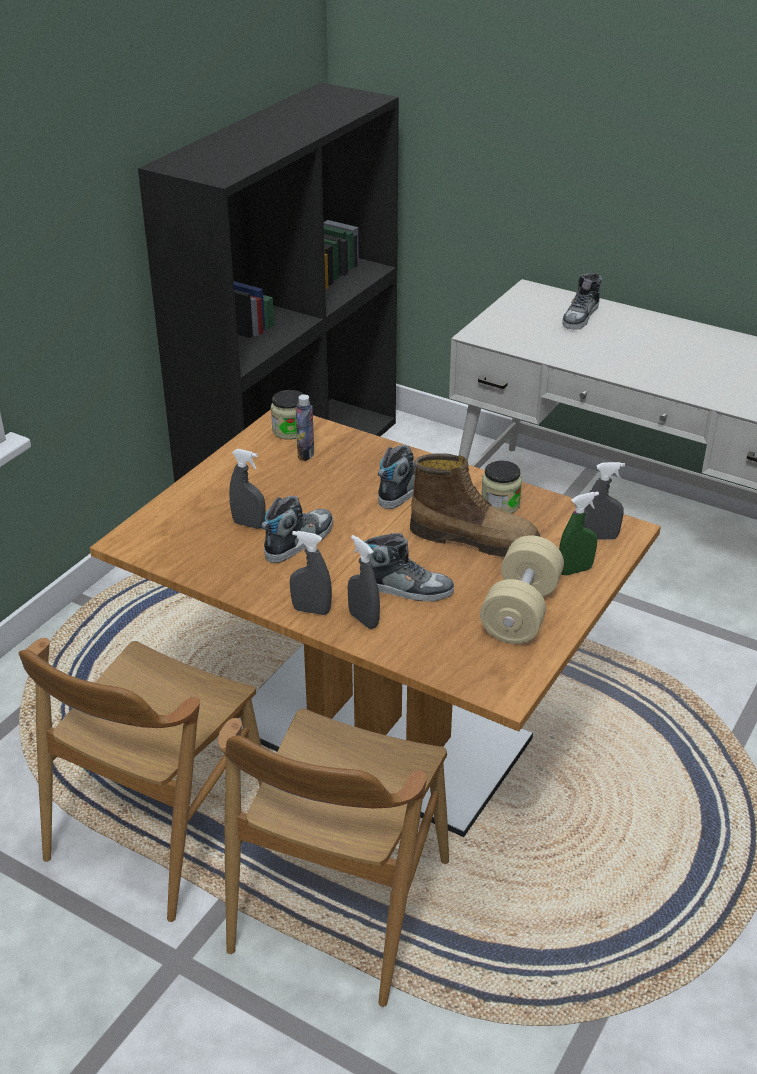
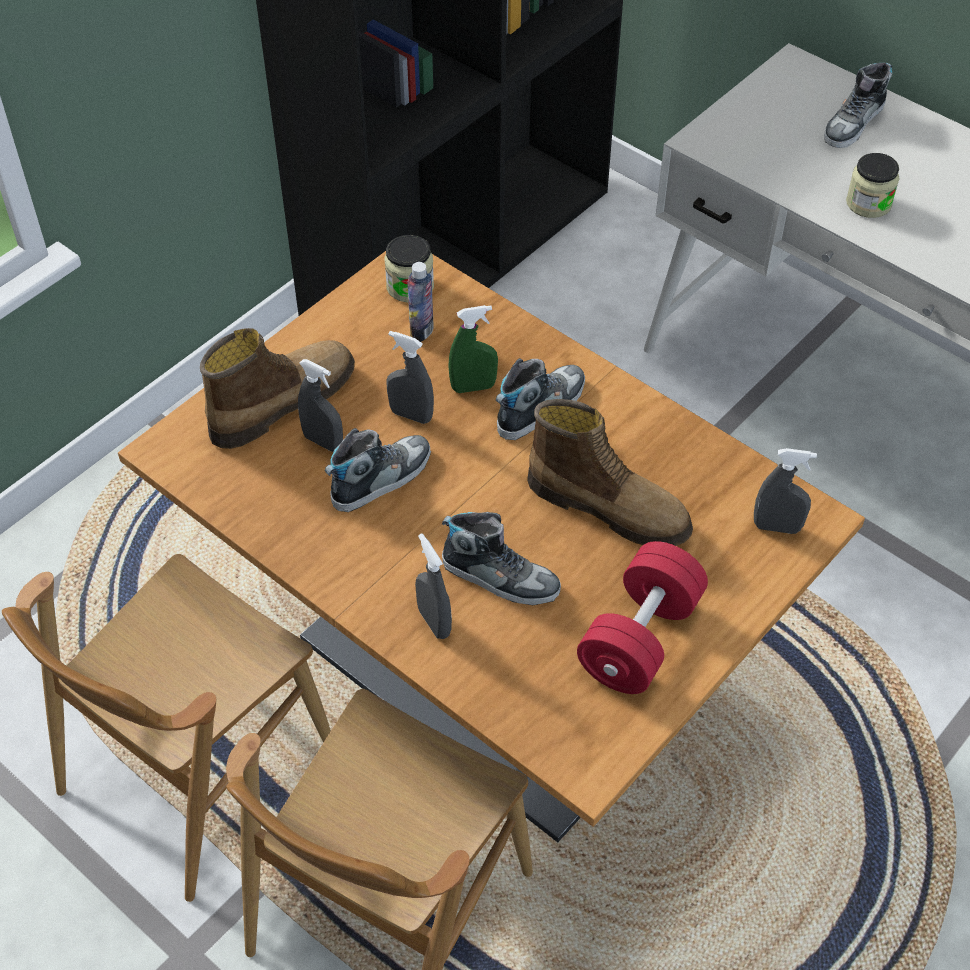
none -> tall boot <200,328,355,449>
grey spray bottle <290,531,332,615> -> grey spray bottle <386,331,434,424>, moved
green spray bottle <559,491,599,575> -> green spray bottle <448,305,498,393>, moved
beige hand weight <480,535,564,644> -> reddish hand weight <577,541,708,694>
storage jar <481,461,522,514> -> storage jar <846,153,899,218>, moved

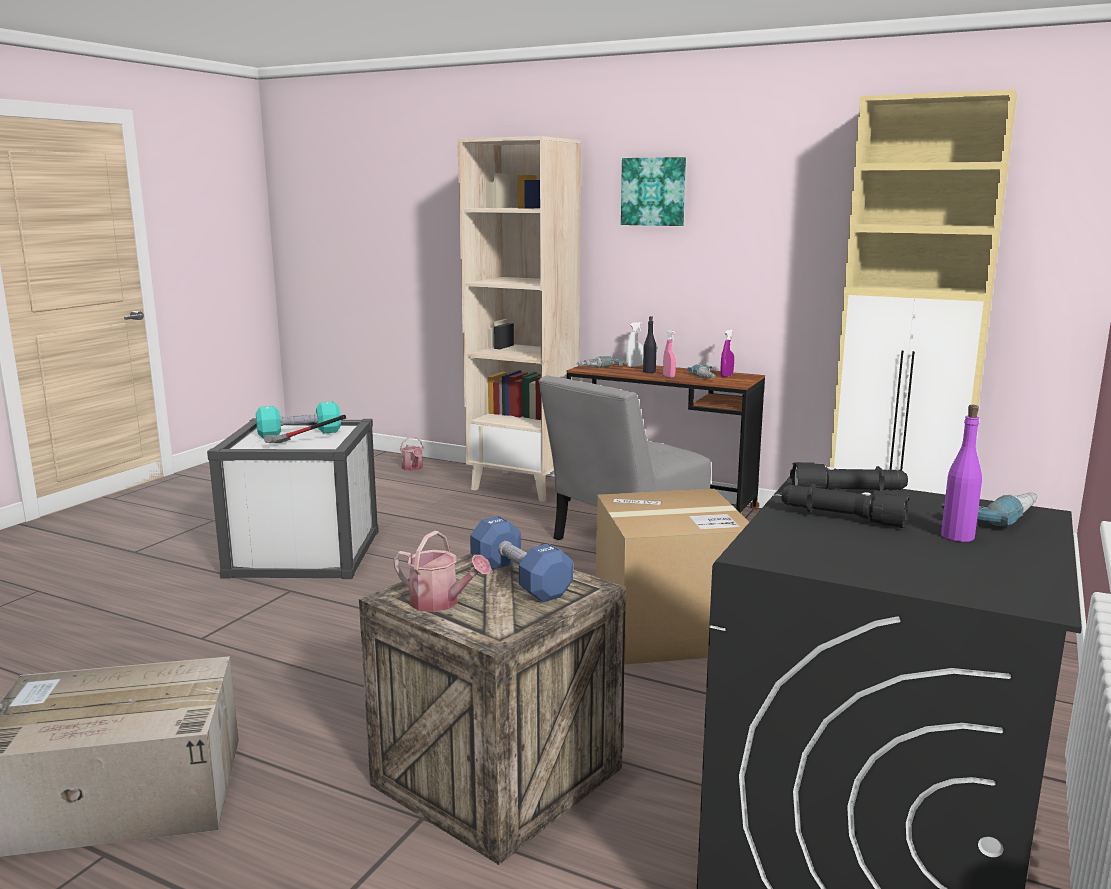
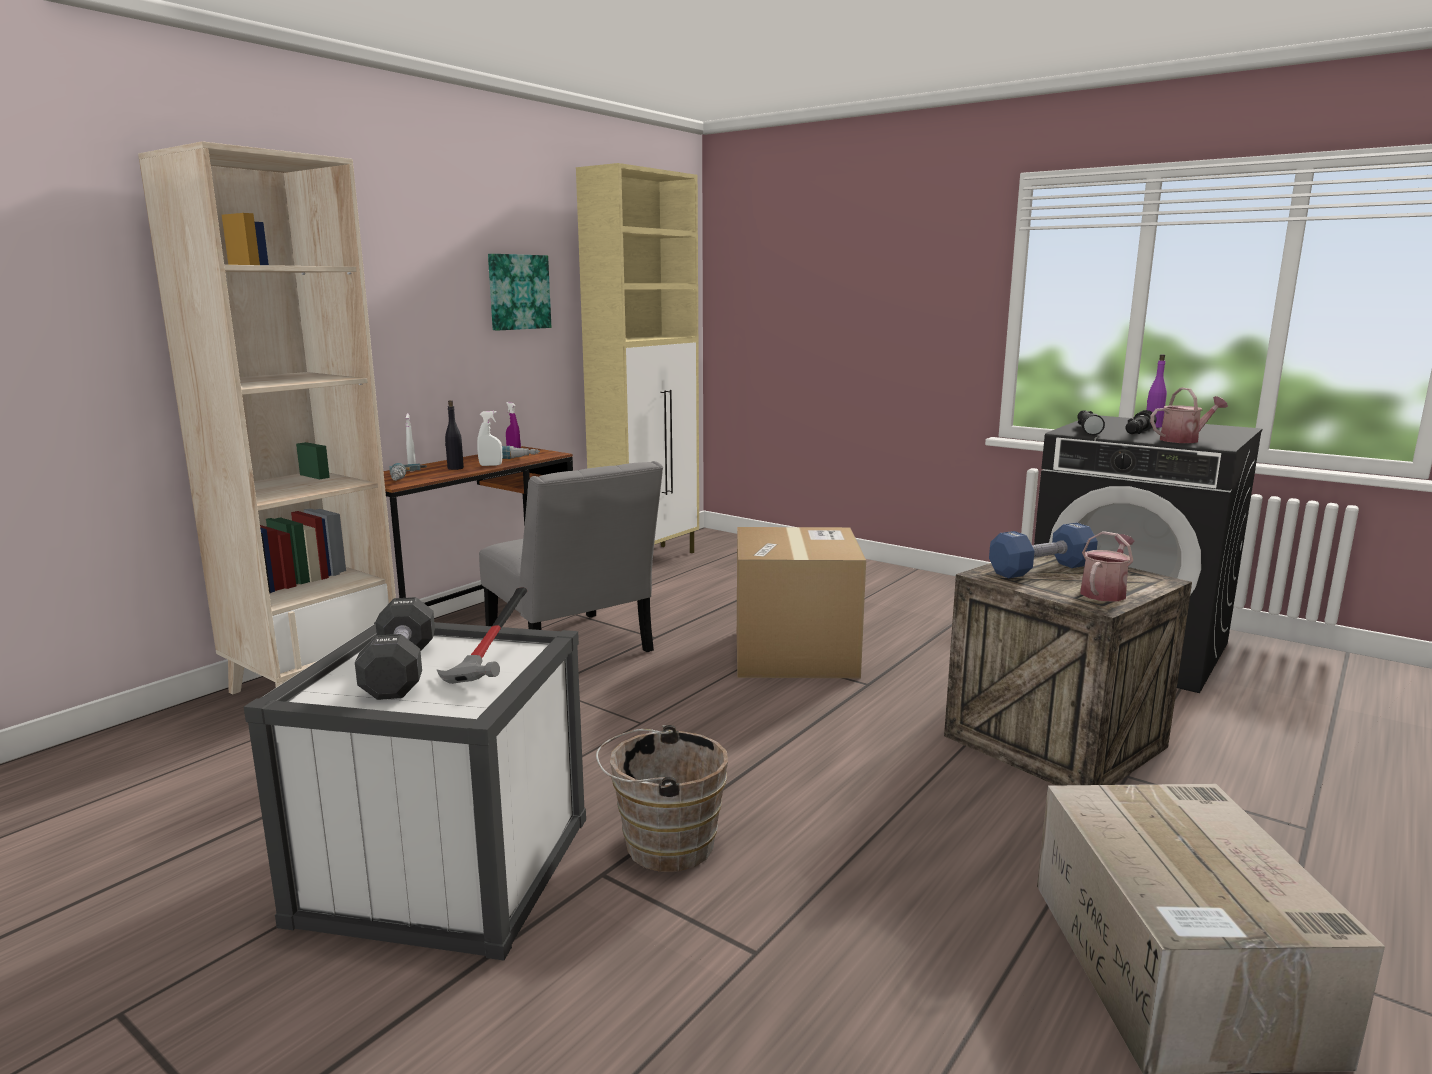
blue-green hand weight <256,401,341,439> -> black-coloured hand weight <355,597,435,700>
pink spray bottle <663,330,676,378> -> white spray bottle <477,411,502,466>
picture <621,157,686,226> -> picture <488,254,551,330>, moved
none -> brown-coloured bucket <596,725,728,872>
watering pot <400,437,424,471> -> watering pot <1150,387,1228,443>, moved
electric drill <941,492,1038,526> -> none

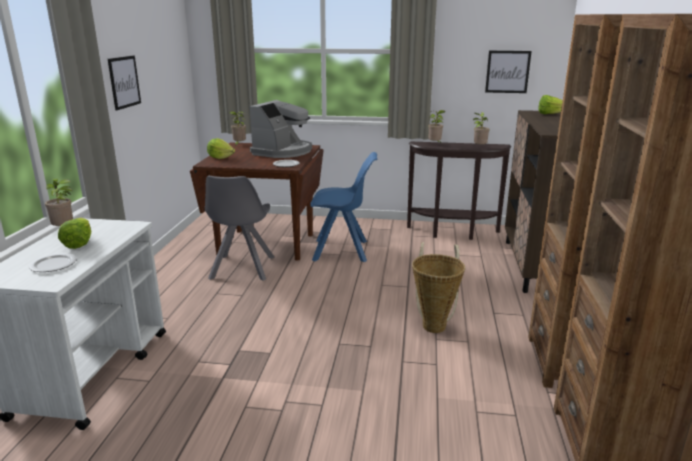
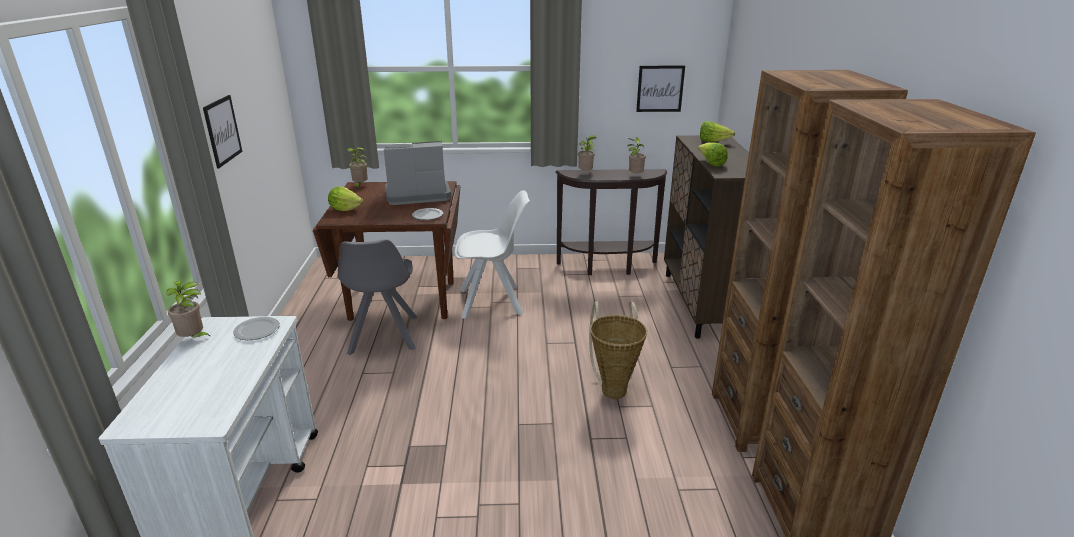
plate <29,253,77,272> -> plate <233,317,280,340>, moved
coffee brewer <249,100,312,158> -> coffee brewer <384,141,451,205>, 120 degrees counterclockwise
blue plain chair <310,152,377,262> -> white plain chair <454,190,530,319>
lettuce <58,218,91,249> -> lettuce <698,142,728,167>, moved

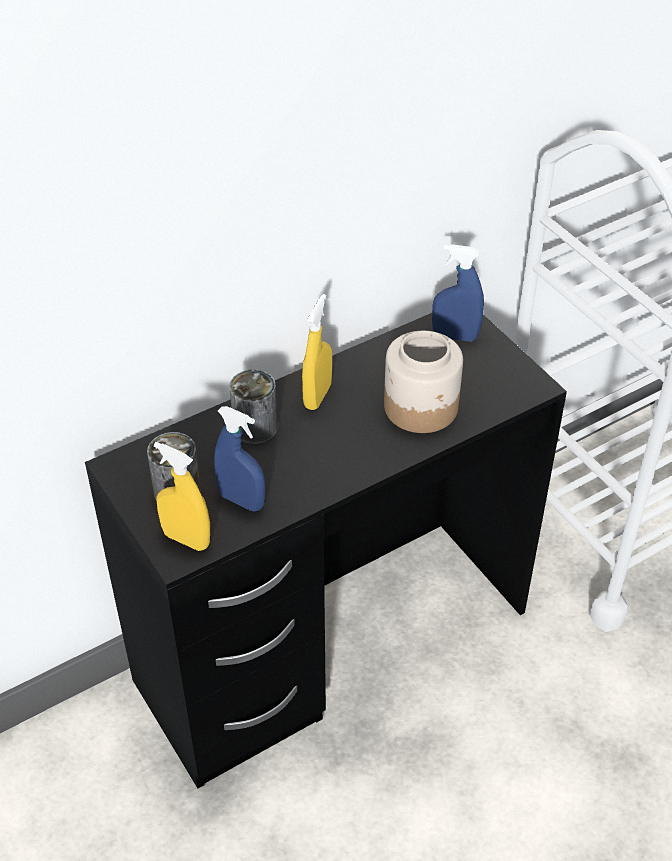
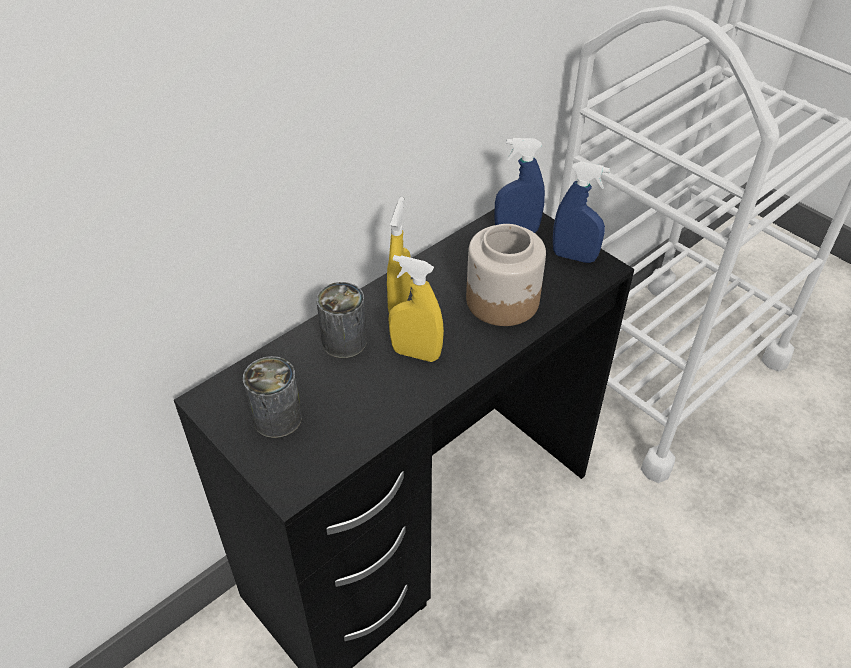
yellowish spray bottle <154,442,210,551> -> yellowish spray bottle <388,255,444,362>, moved
blue spray bottle <214,406,266,511> -> blue spray bottle <553,161,610,263>, moved

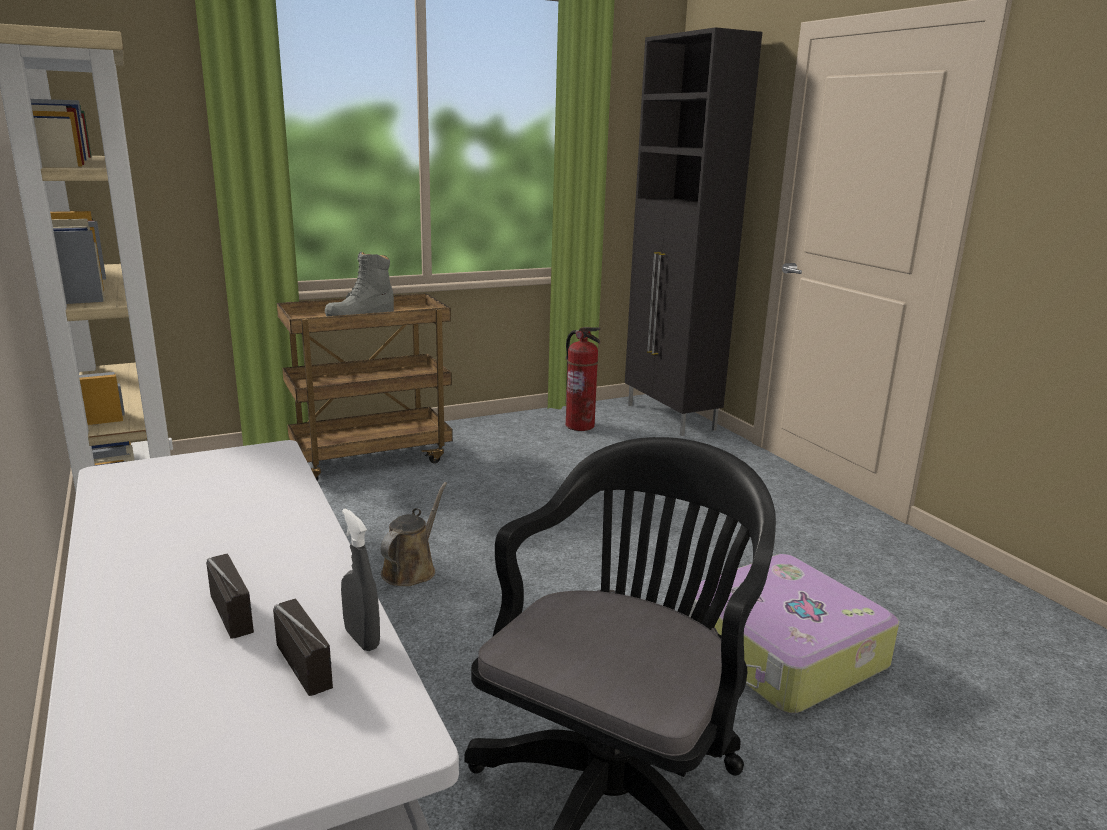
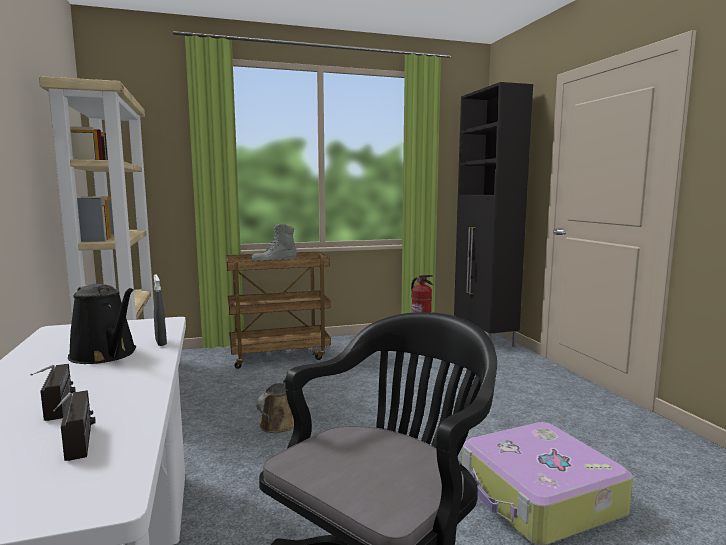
none -> black-coloured watering pot <68,284,136,364>
grey spray bottle <341,508,380,651> -> grey spray bottle <154,274,167,346>, moved

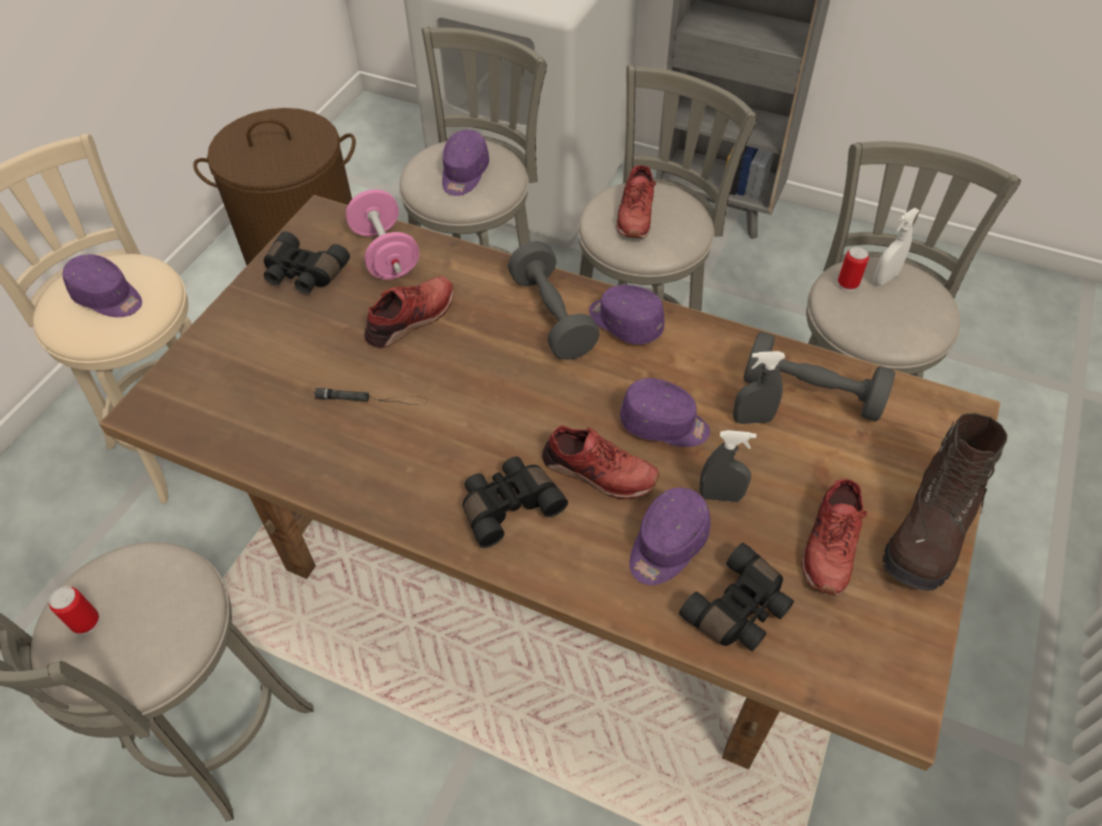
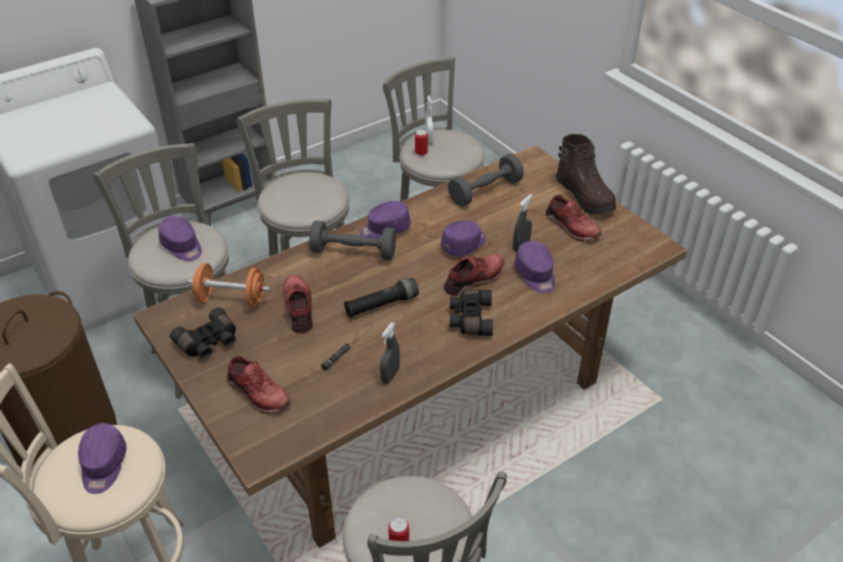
purple peaked cap <63,254,142,317> -> purple peaked cap <78,423,127,494>, 120 degrees clockwise
pink hand weight <345,189,420,280> -> orangey hand weight <188,263,270,307>
reddish item of footwear <616,165,656,238> -> reddish item of footwear <227,356,290,414>, moved
none -> black-coloured hand torch <344,278,419,318>
grey spray bottle <733,351,785,424> -> grey spray bottle <380,323,400,384>, moved
black-coloured pair of binoculars <679,542,794,651> -> none

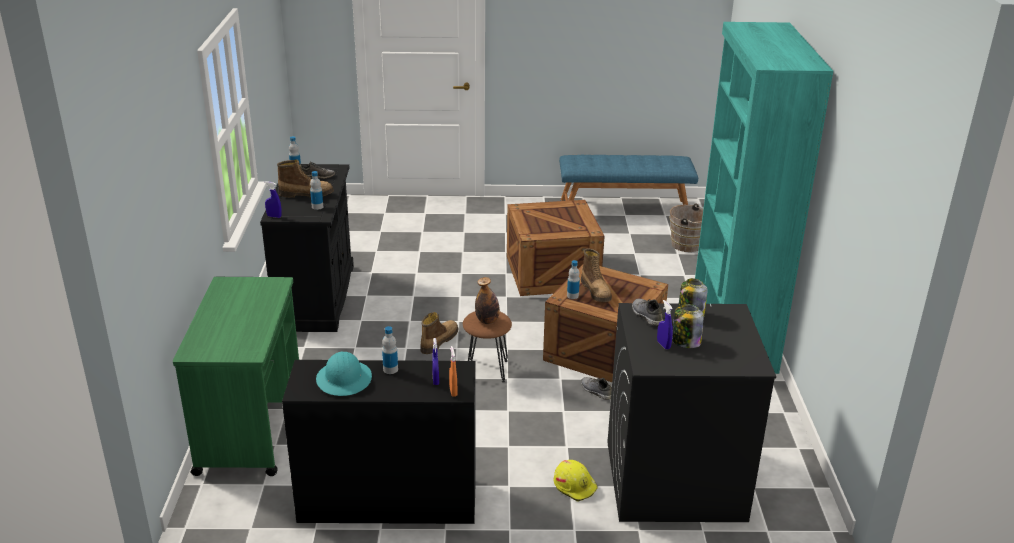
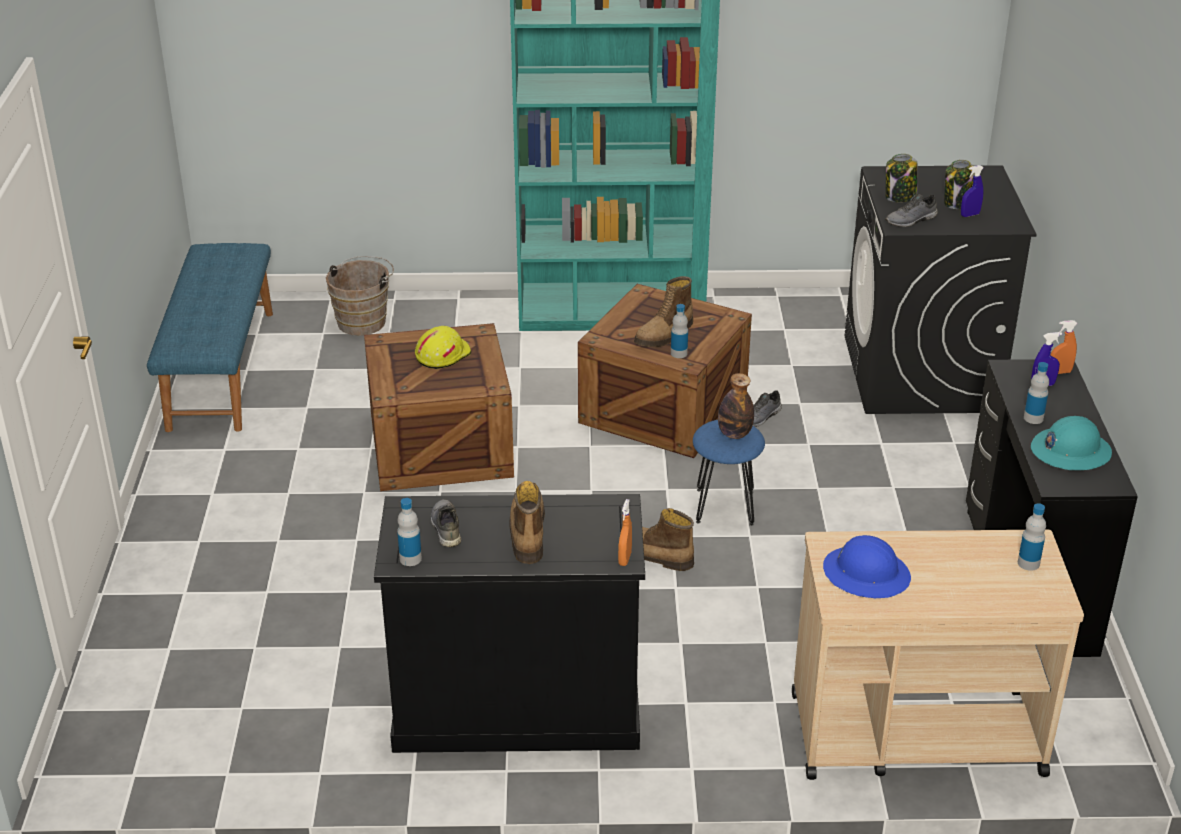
yellowish hard hat <553,460,598,501> -> yellowish hard hat <415,326,471,369>, moved
blue spray bottle <264,181,282,218> -> orangey spray bottle <618,499,632,566>
tall boot <581,248,612,302> -> tall boot <634,276,693,347>, 150 degrees clockwise
brown-coloured sitting stool <463,311,512,383> -> blue sitting stool <693,420,765,526>
green trolley <173,277,299,476> -> beige trolley <792,530,1084,780>
none -> blue hard hat <823,535,911,598>
beverage bottle <310,171,323,210> -> beverage bottle <1018,503,1046,571>, moved

